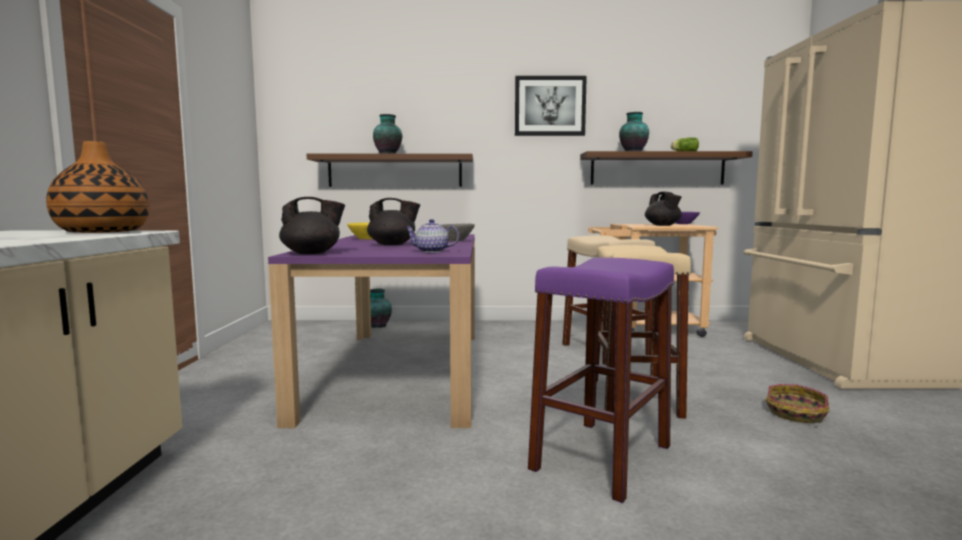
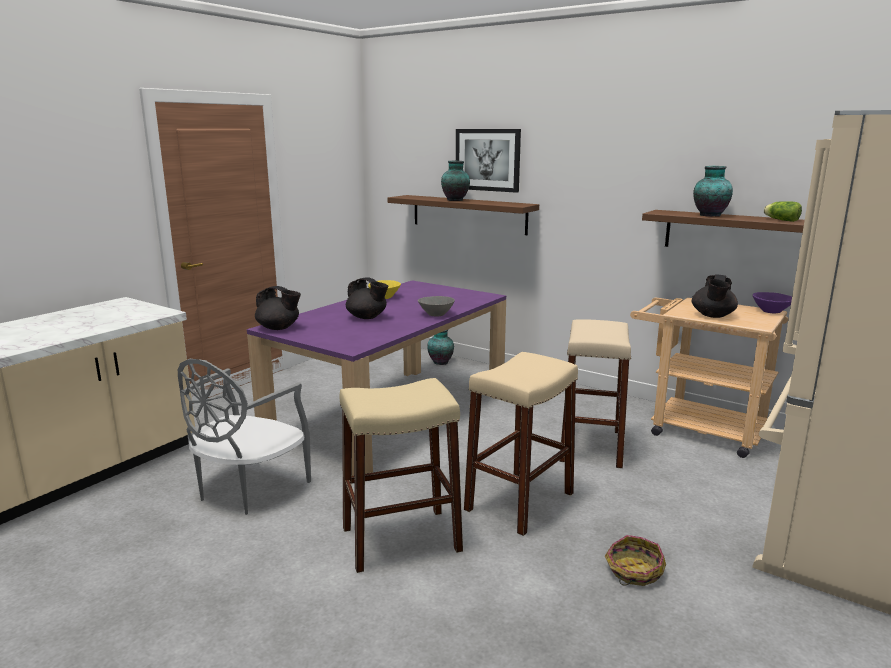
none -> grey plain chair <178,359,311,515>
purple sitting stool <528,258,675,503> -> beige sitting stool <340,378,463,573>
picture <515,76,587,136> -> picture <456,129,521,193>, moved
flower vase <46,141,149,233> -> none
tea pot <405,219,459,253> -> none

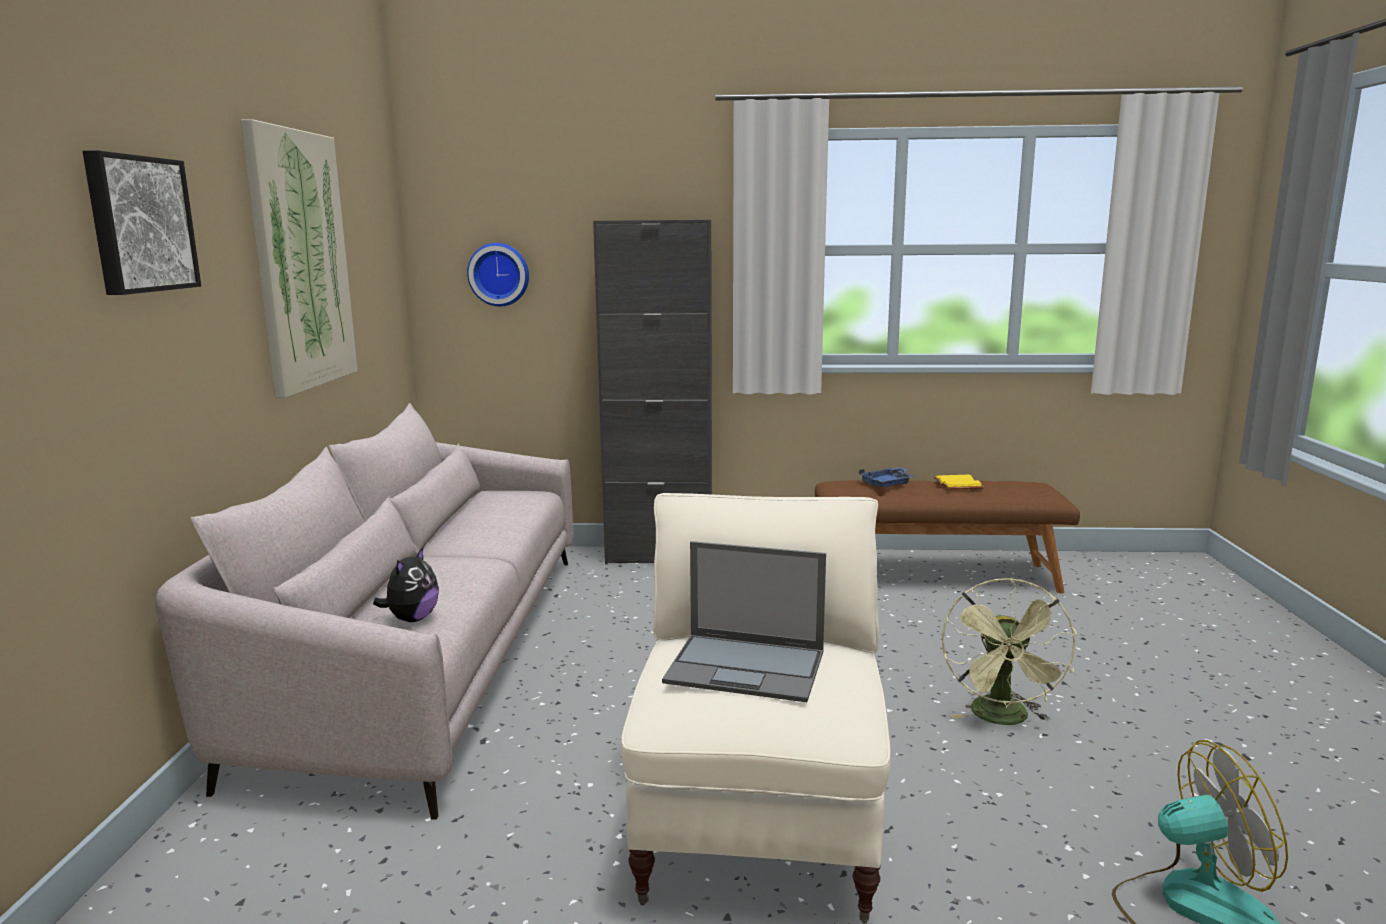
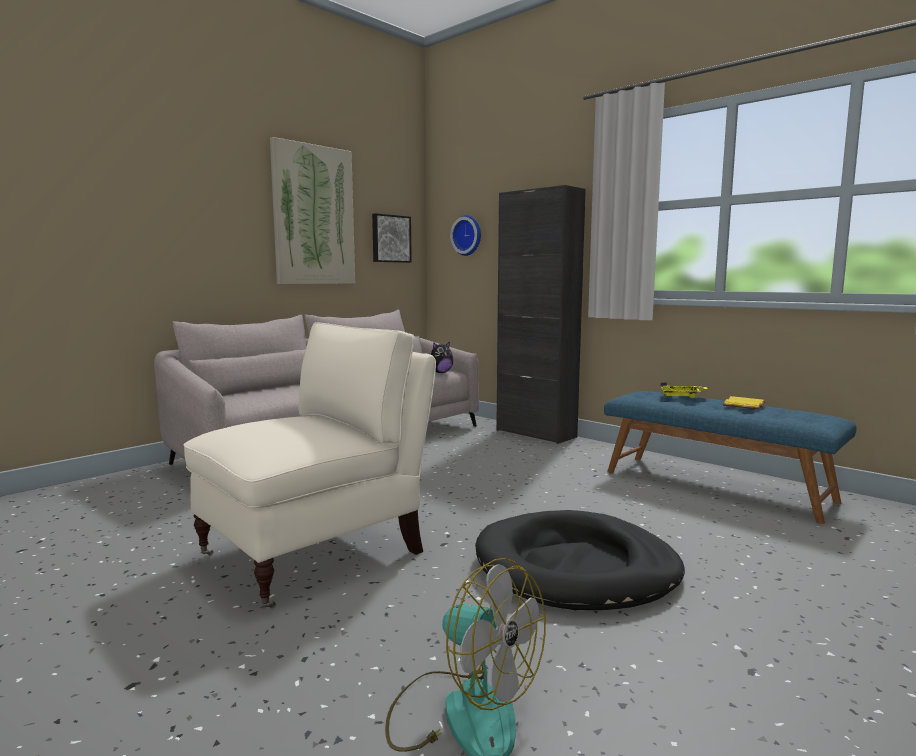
picture <83,150,201,295> -> picture <372,213,412,263>, moved
cuddly toy <373,547,439,622> -> cuddly toy <431,341,453,373>, moved
green electric fan <942,578,1077,725> -> black-coloured dog cushion <475,510,685,610>
brown-coloured long seat <815,480,1080,594> -> blue long seat <604,391,856,524>
blue tray <859,467,913,487> -> yellowish tray <660,382,708,398>
portable computer <662,541,826,702> -> none

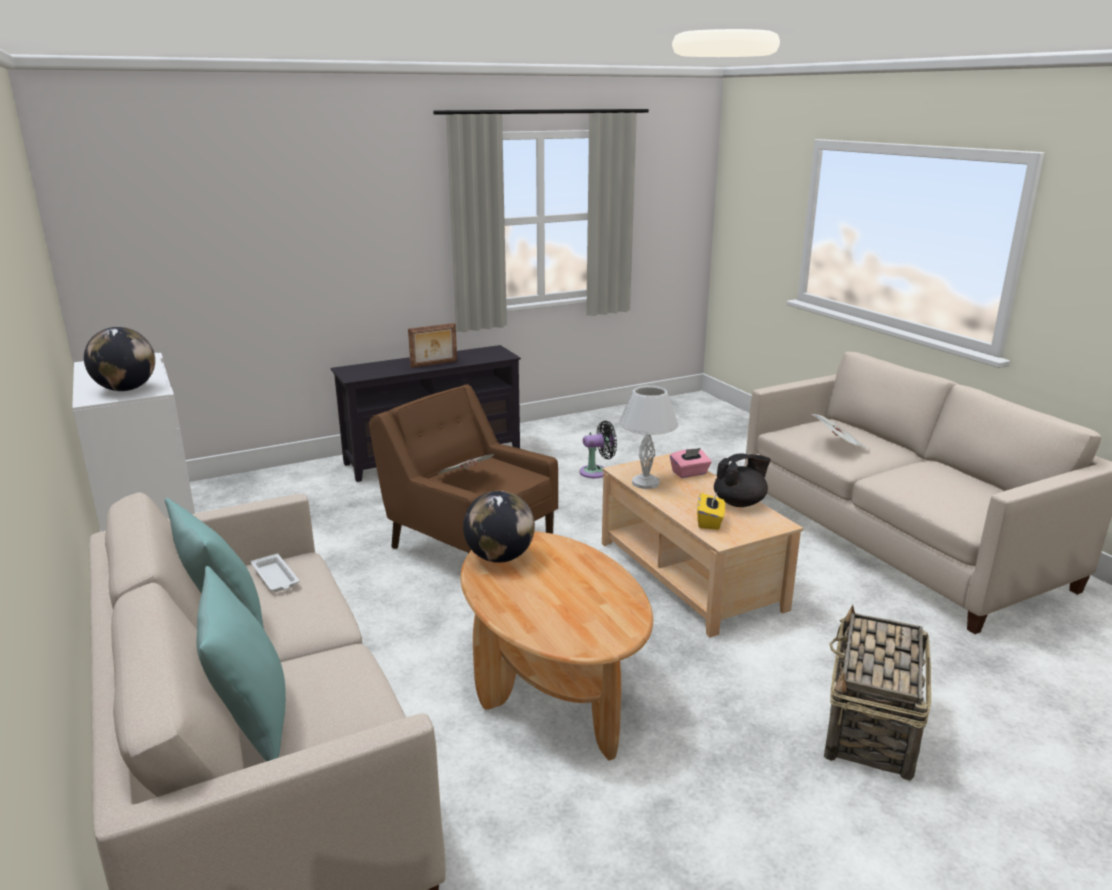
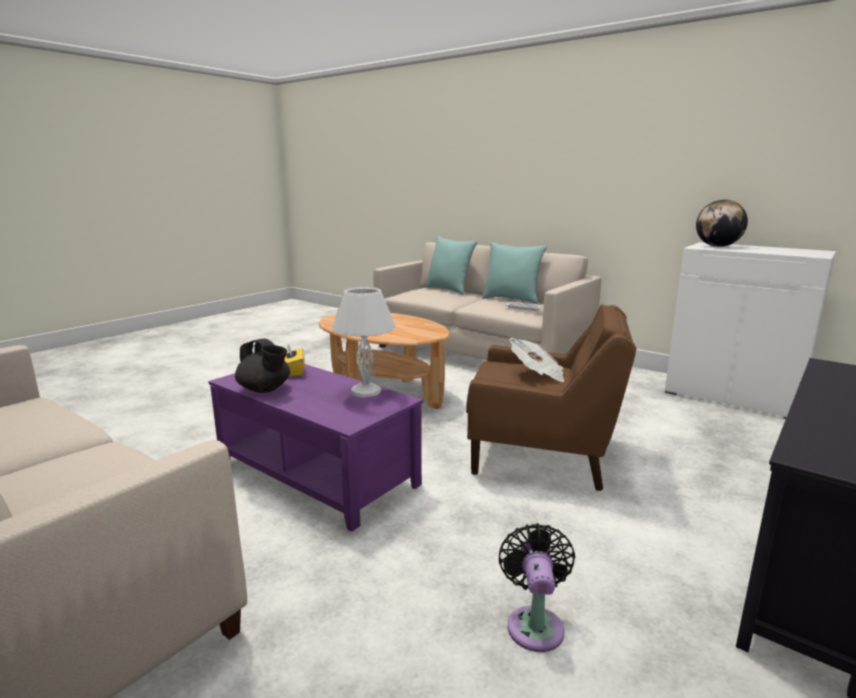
beige low table <602,453,803,637> -> purple low table <208,364,423,532>
black-coloured tea pot <714,454,771,507> -> black-coloured tea pot <235,339,290,393>, 90 degrees counterclockwise
black-coloured electric fan <580,421,617,478> -> black-coloured electric fan <498,523,575,652>, 135 degrees clockwise
standing frame <408,323,457,368> -> none
world globe <463,490,535,563> -> none
pink tissue box <670,448,711,478> -> none
newspaper <811,414,869,449> -> none
storage basket <824,605,931,781> -> none

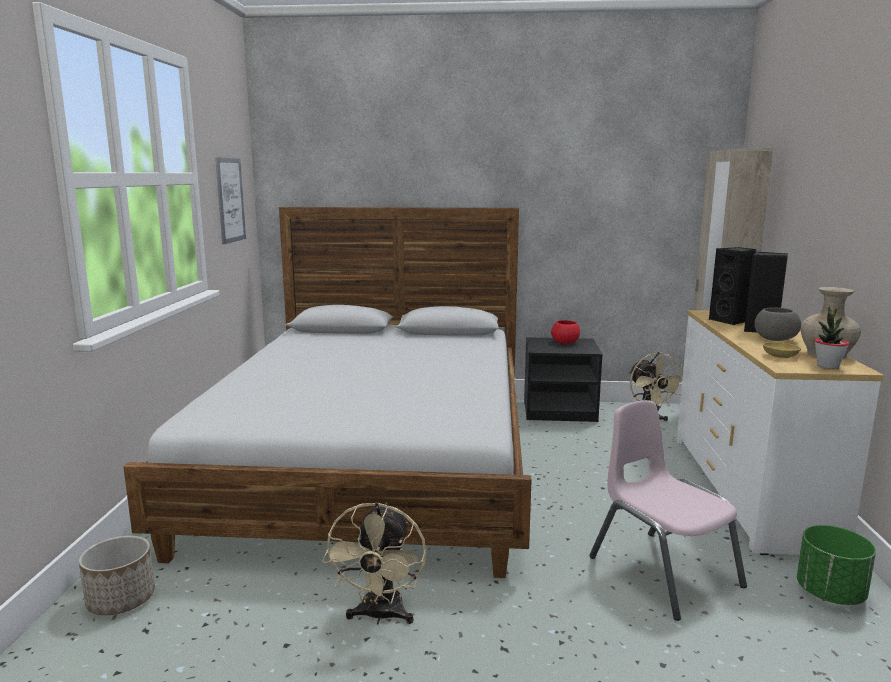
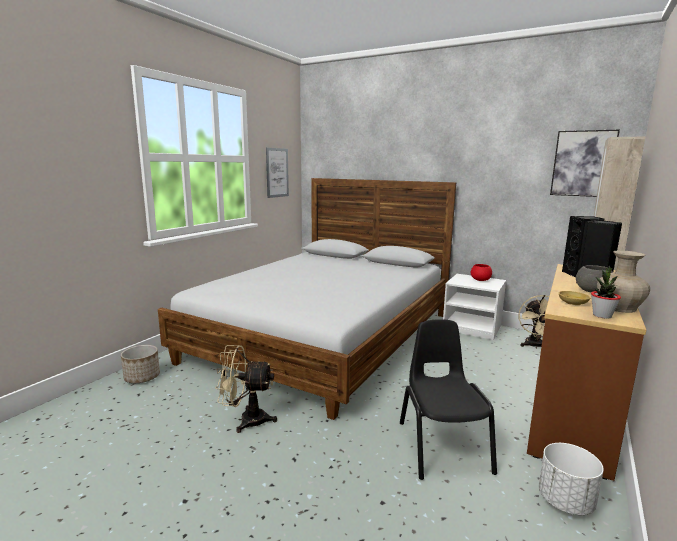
beige electric fan <322,502,427,625> -> beige electric fan <215,345,277,433>, 60 degrees clockwise
pink plain chair <589,400,747,621> -> black-coloured plain chair <400,319,497,480>
black-coloured bedside table <524,337,603,422> -> white bedside table <443,274,506,340>
white drawer chest <677,310,884,555> -> brown-coloured drawer chest <527,264,646,481>
green plant pot <797,525,876,605> -> white plant pot <539,443,604,515>
none -> picture <550,130,620,197>

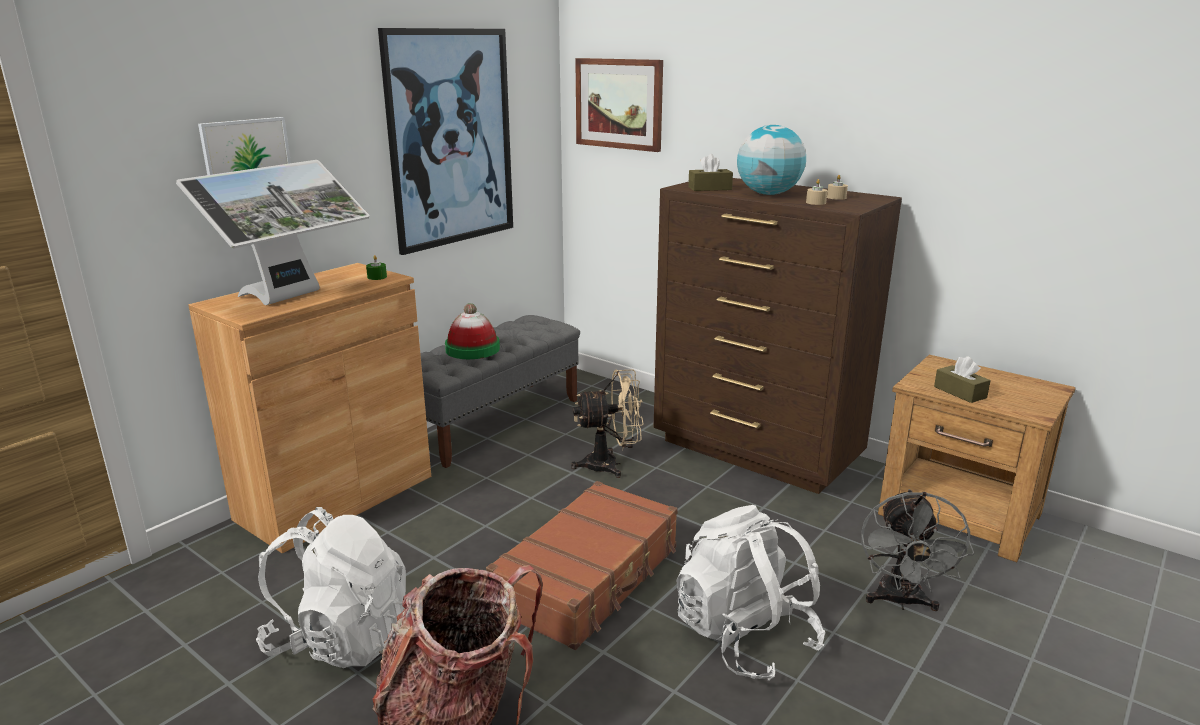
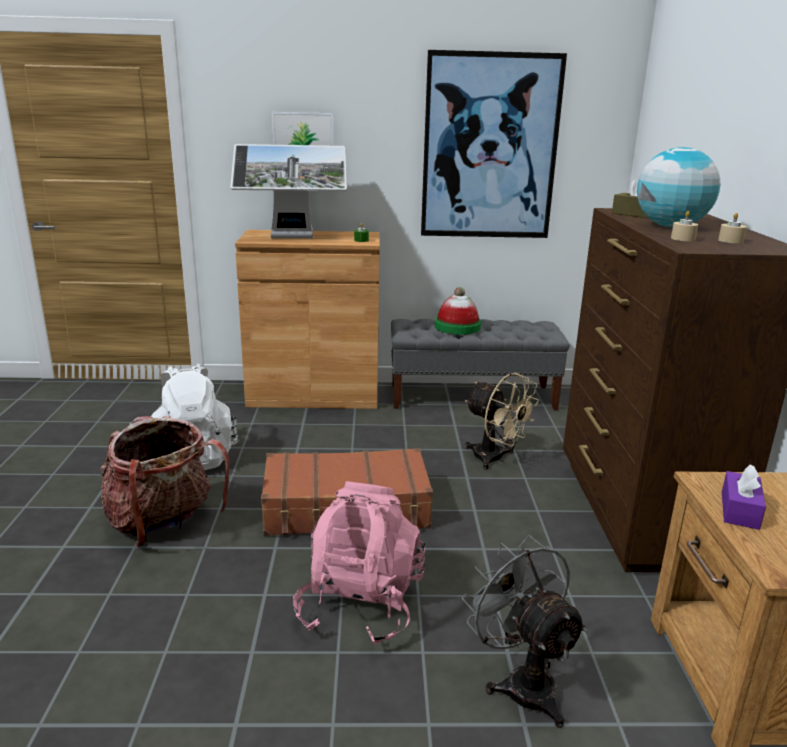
white rucksack <676,505,825,681> -> pink rucksack <293,481,425,646>
grey electric fan <861,489,974,611> -> grey electric fan <462,535,587,728>, 90 degrees clockwise
brown-coloured tissue box <934,356,991,403> -> purple tissue box <722,464,766,530>
picture <575,58,663,152> -> none

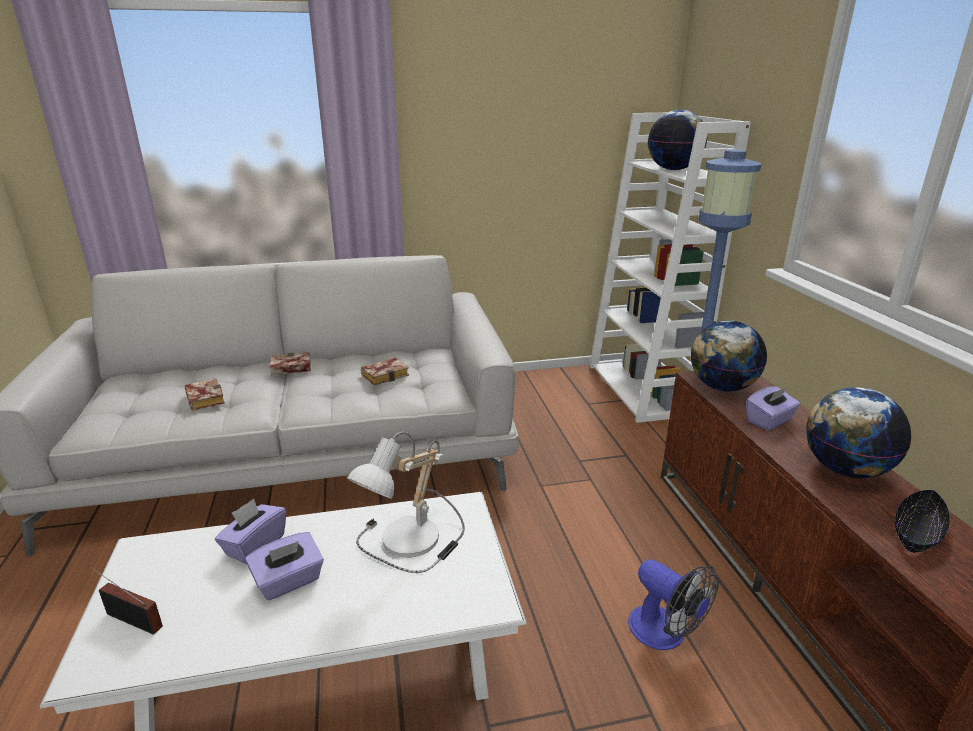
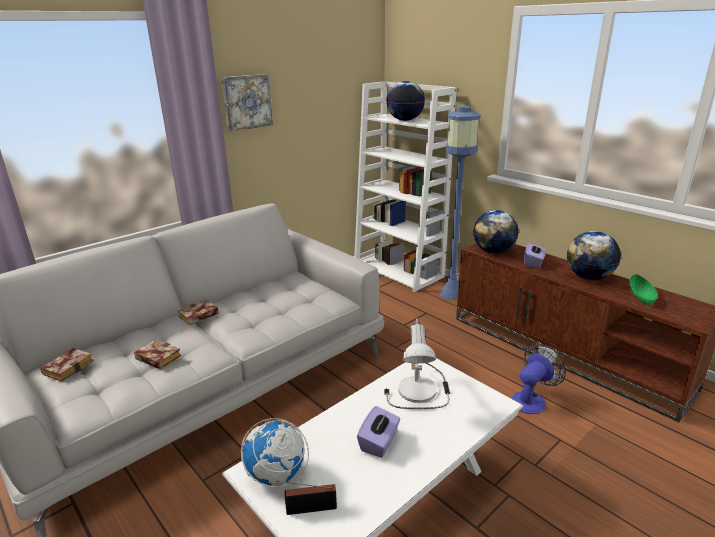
bound book <361,358,409,385> -> bound book <41,348,94,382>, moved
none -> picture <221,74,273,132>
none -> world globe <241,418,309,487>
electric fan <628,559,719,650> -> electric fan <512,343,566,414>, 60 degrees counterclockwise
black-coloured serving bowl <895,490,950,553> -> green serving bowl <629,274,658,305>
purple tissue box <215,498,286,564> -> none

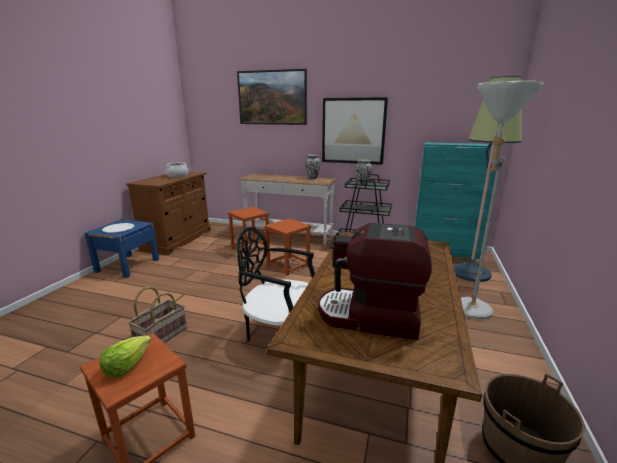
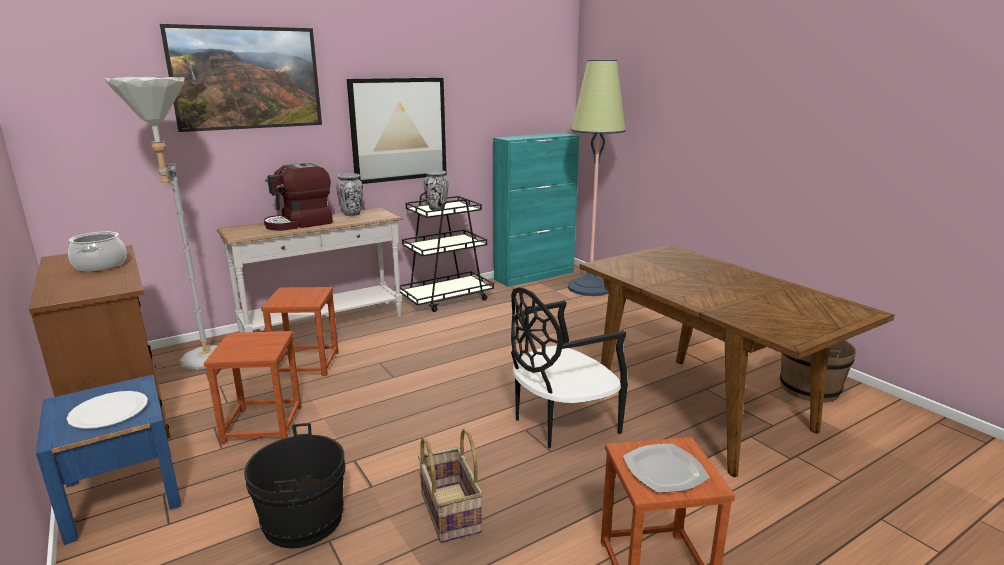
grey standard lamp <461,81,544,319> -> grey standard lamp <105,77,218,370>, moved
brown-coloured sitting stool <264,218,311,276> -> brown-coloured sitting stool <204,331,301,444>, moved
none -> black-coloured bucket <244,423,346,549>
coffee brewer <318,223,432,340> -> coffee brewer <264,163,333,231>, moved
lettuce <99,335,151,378> -> plate <623,444,710,493>

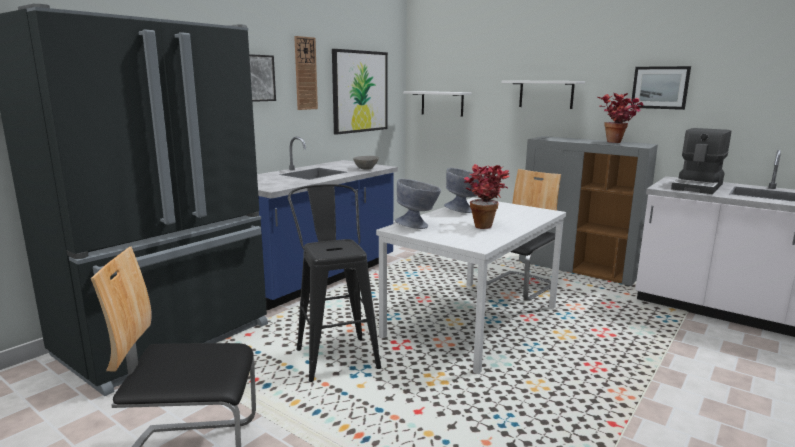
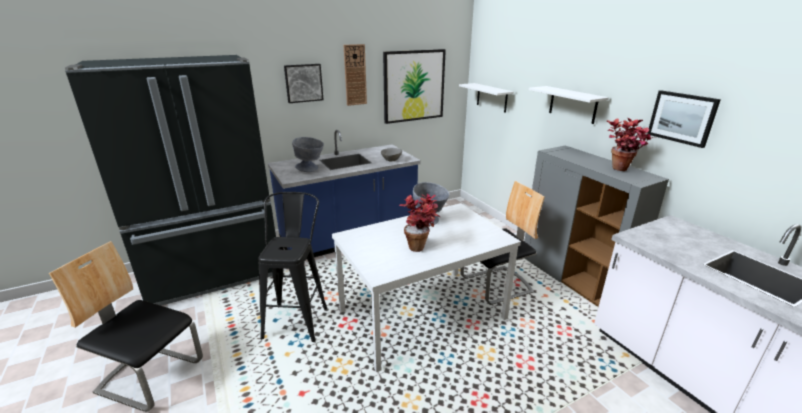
grey serving bowl <395,179,441,229> -> grey serving bowl <292,137,324,172>, moved
coffee brewer <671,128,731,194> -> none

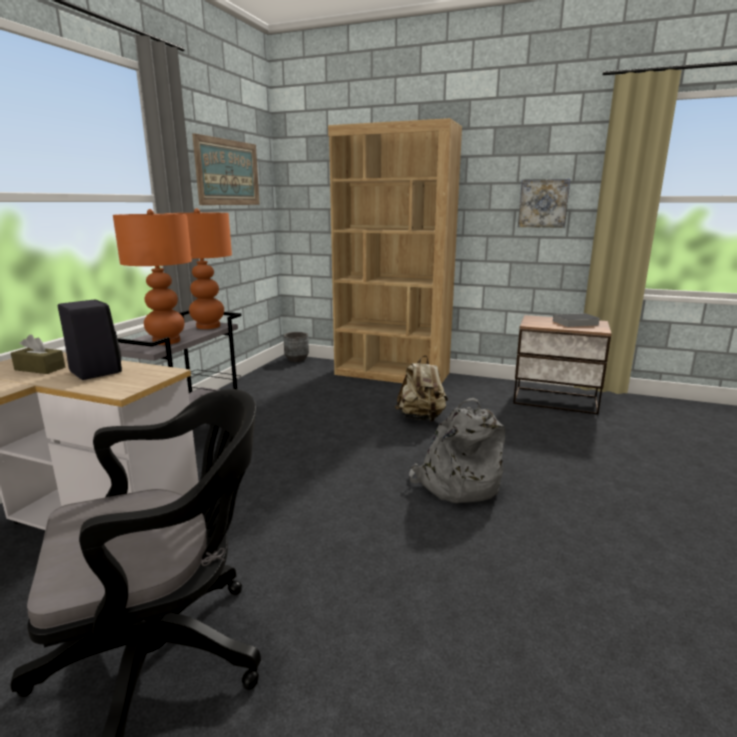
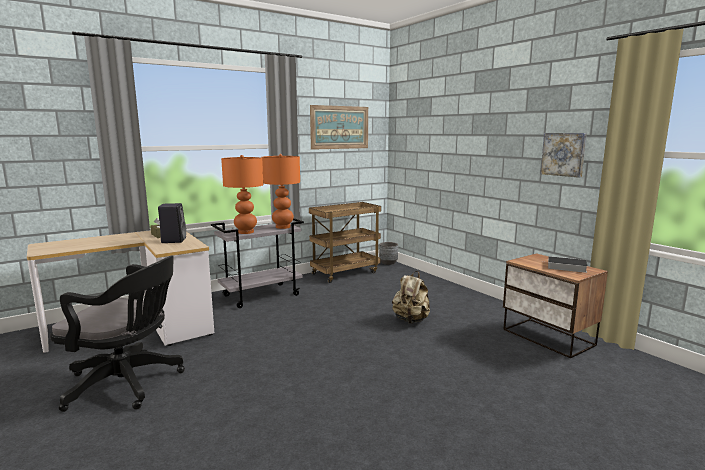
none -> brown-coloured trolley <309,202,381,283>
brown-coloured shelving unit <328,118,462,384> -> none
grey rucksack <409,398,506,503> -> none

